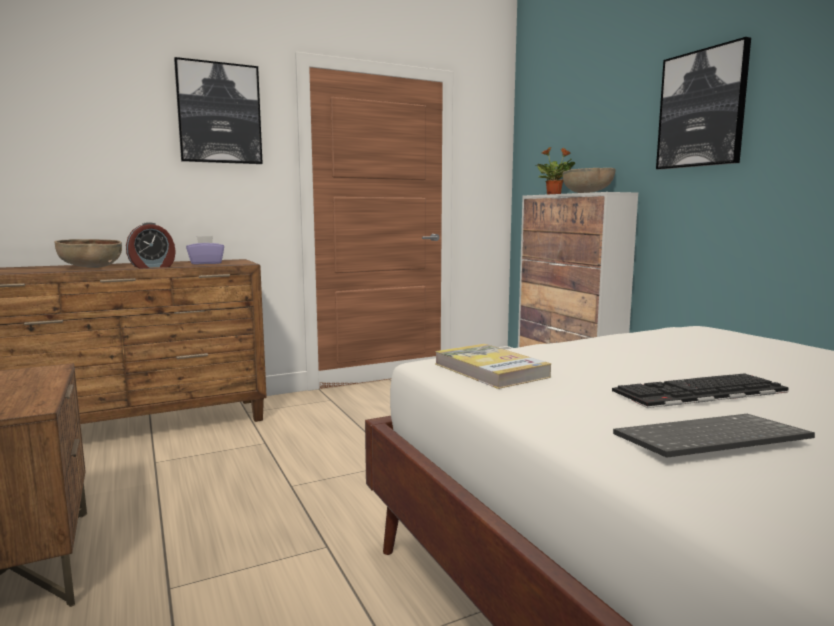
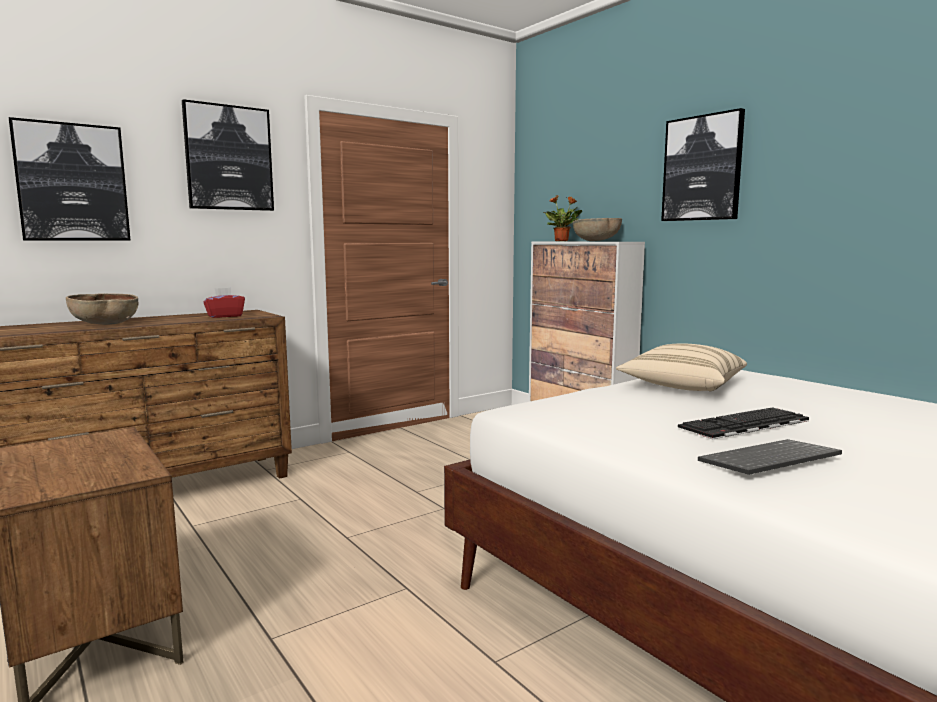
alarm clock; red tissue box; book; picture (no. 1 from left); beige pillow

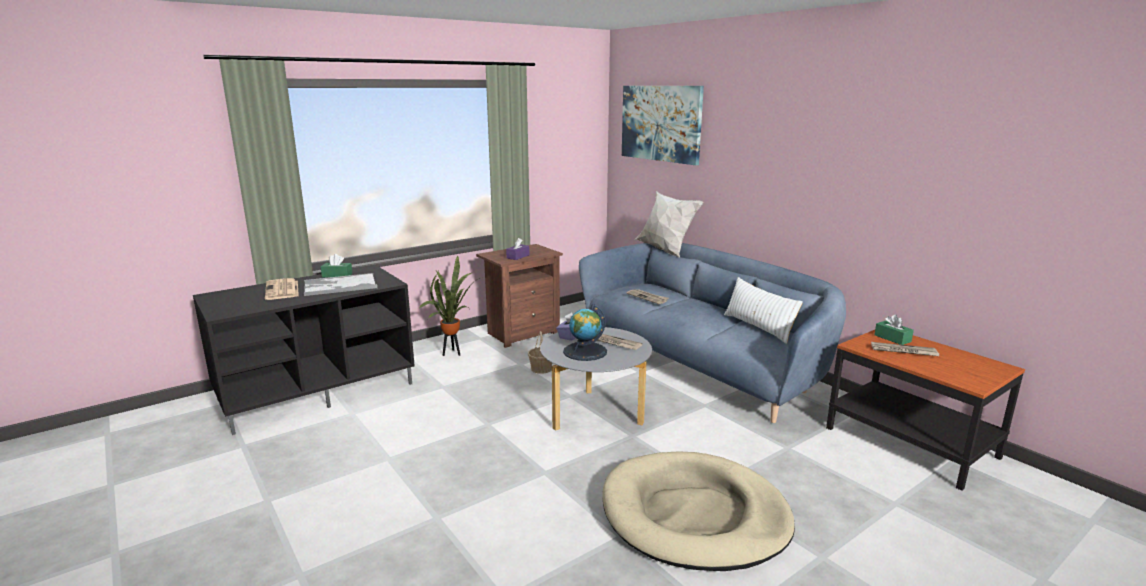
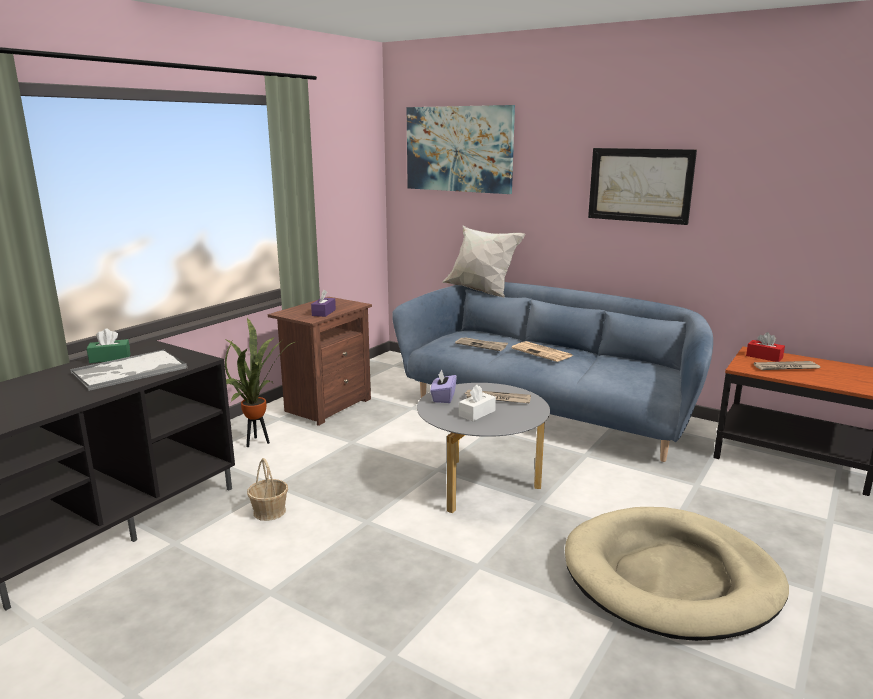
white pillow (no. 2 from left in the first image); newspaper (no. 3 from left); white tissue box; red tissue box; basket; picture (no. 2 from left)

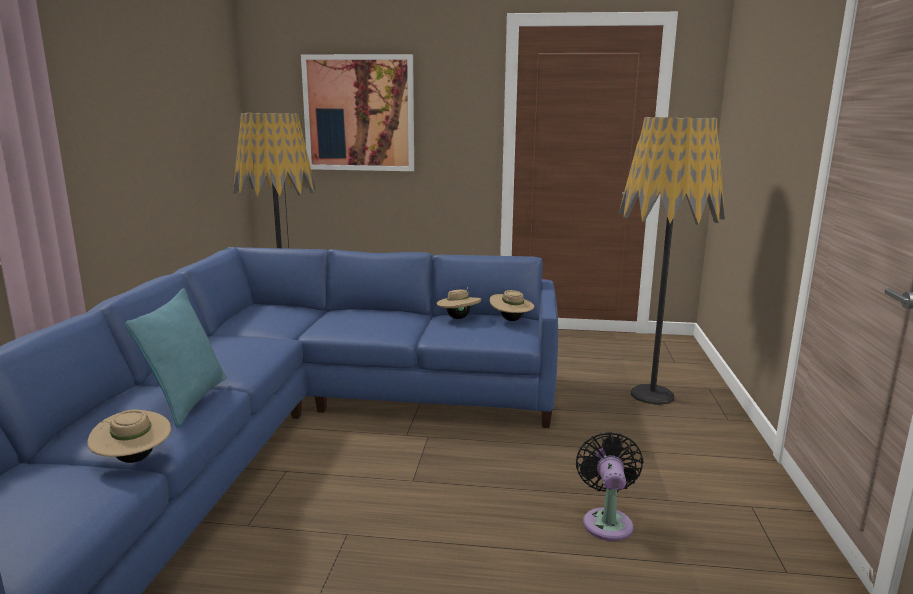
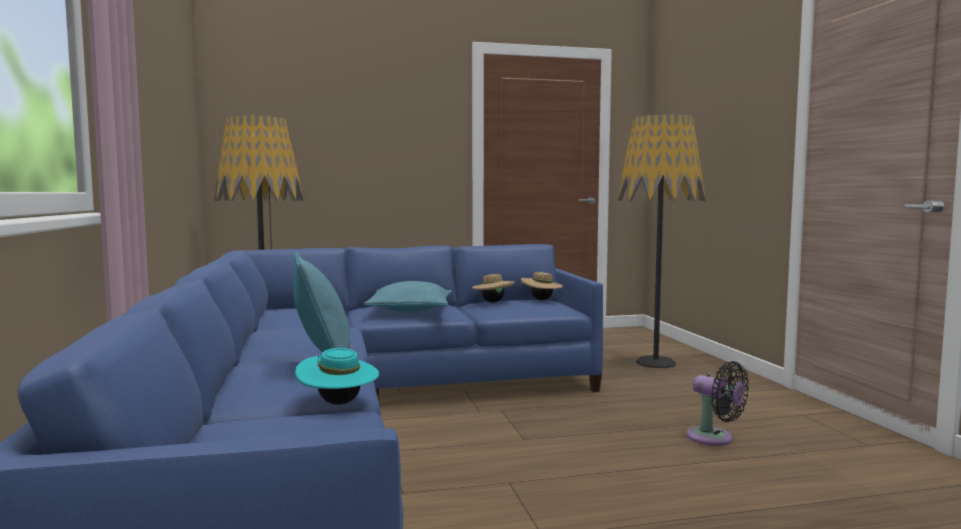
picture; turquoise hat; black fan; turquoise pillow (no. 2 from left)

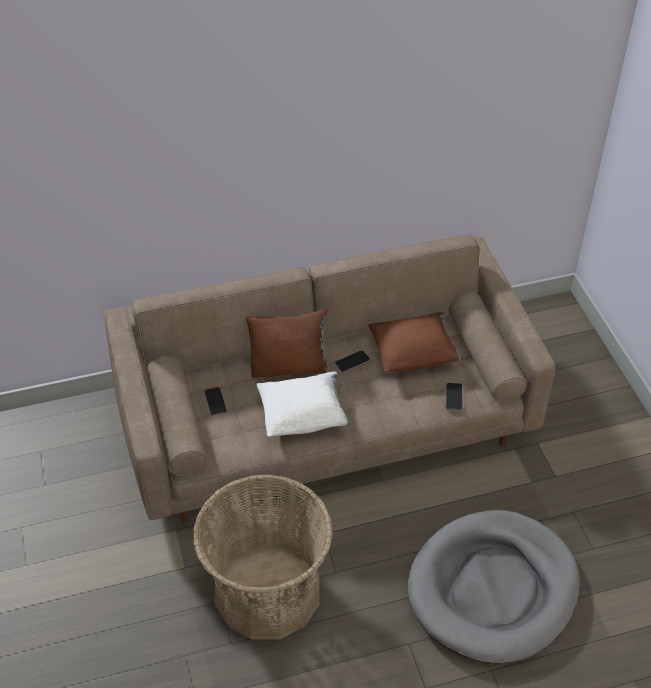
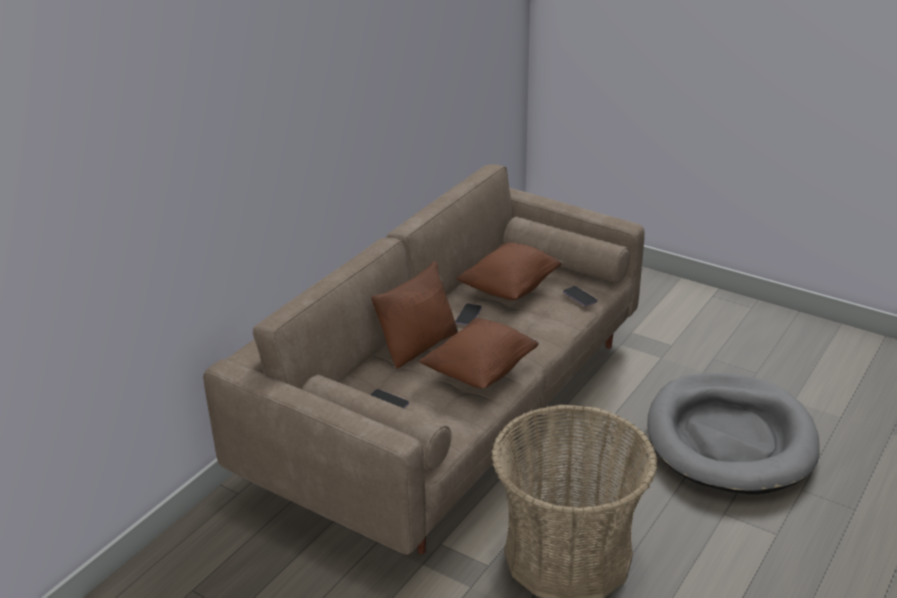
brown pillow (no. 2 from left)

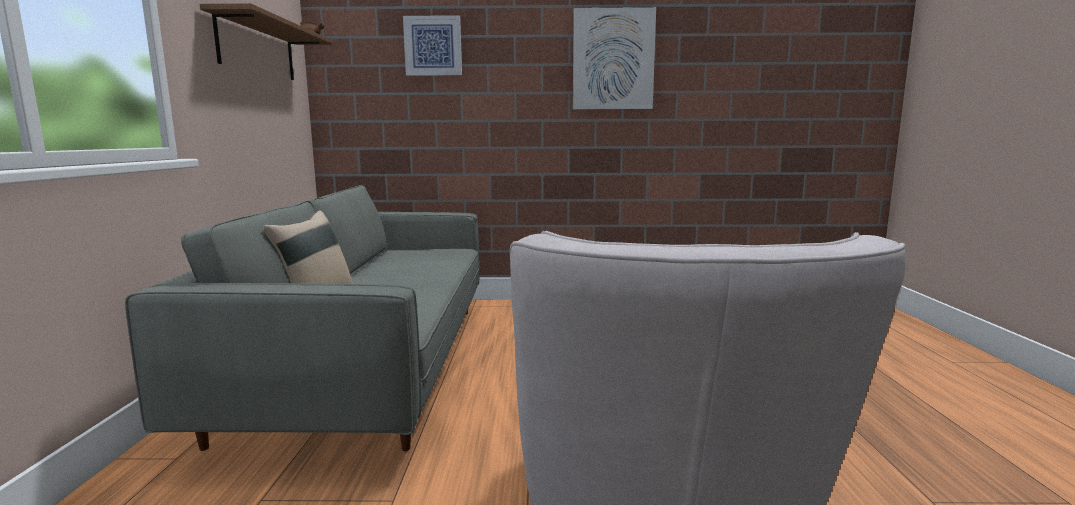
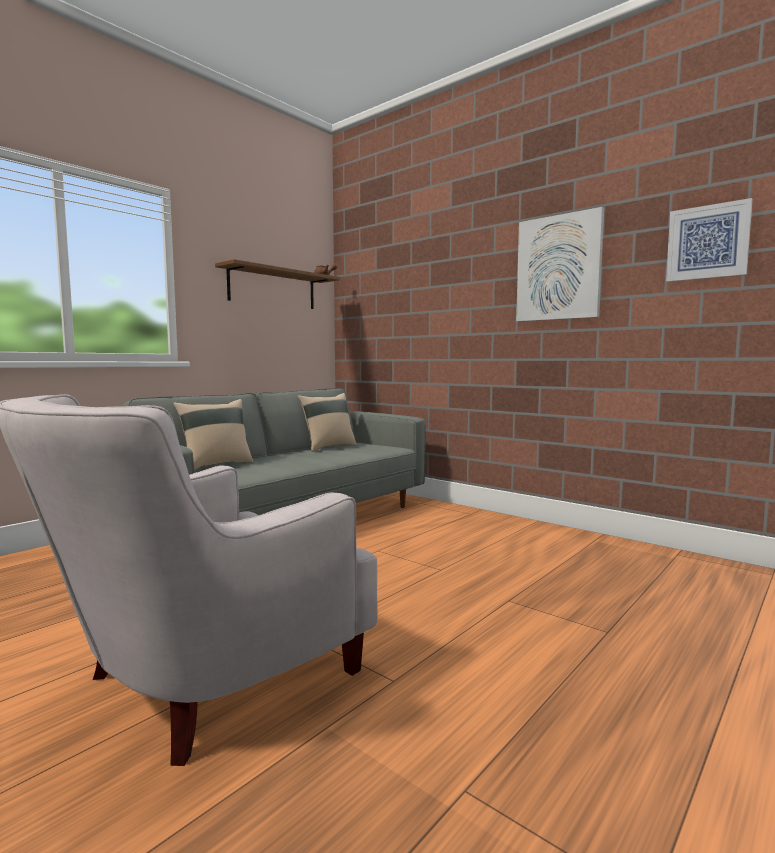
picture (no. 2 from left); beige pillow (no. 2 from left)

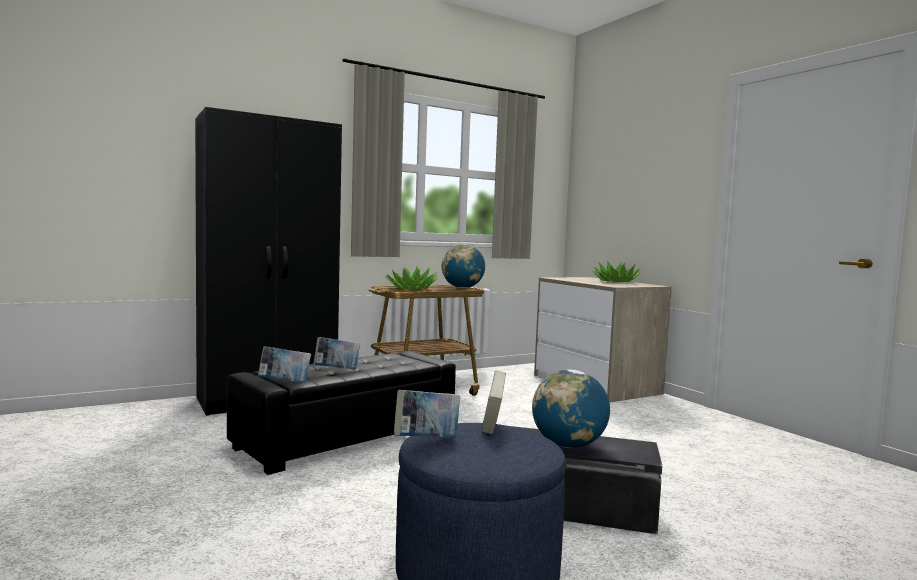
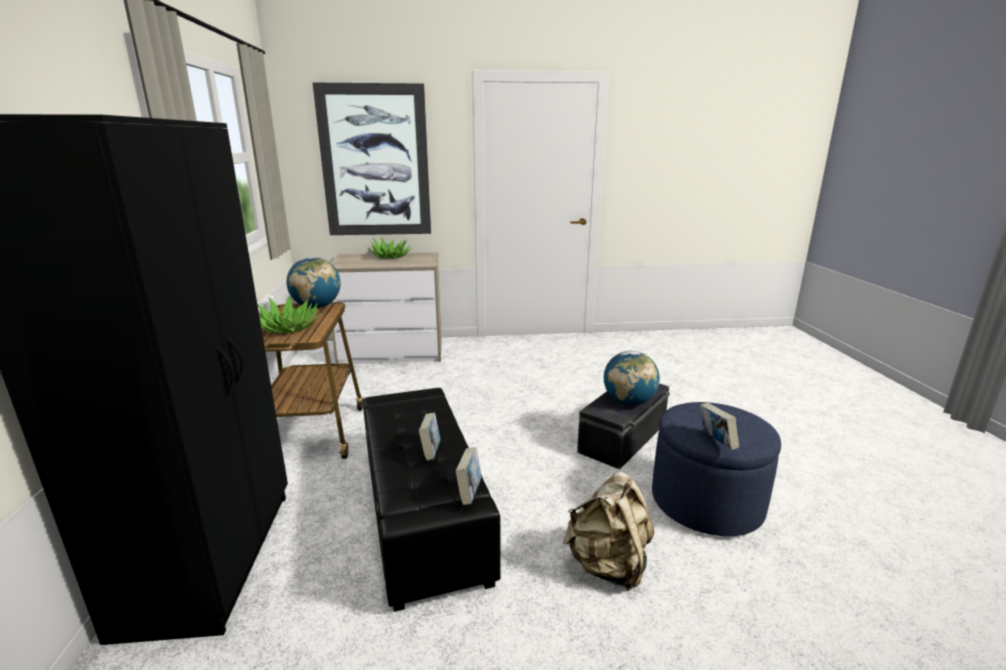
book (no. 4 from left in the first image); picture; beige backpack

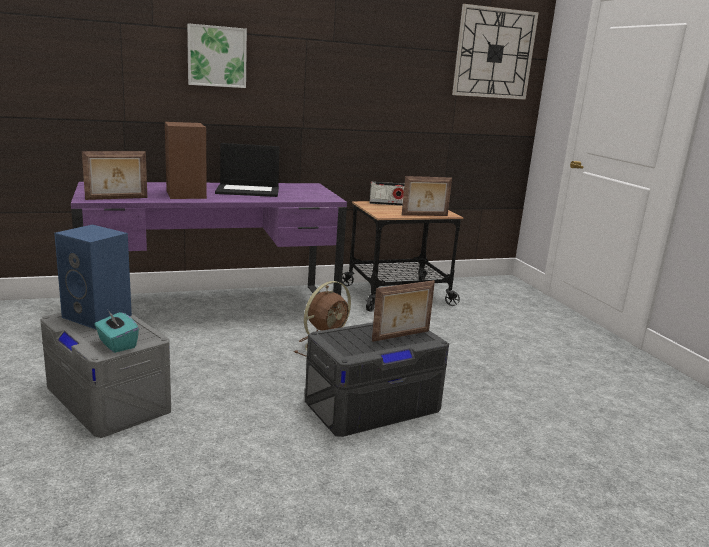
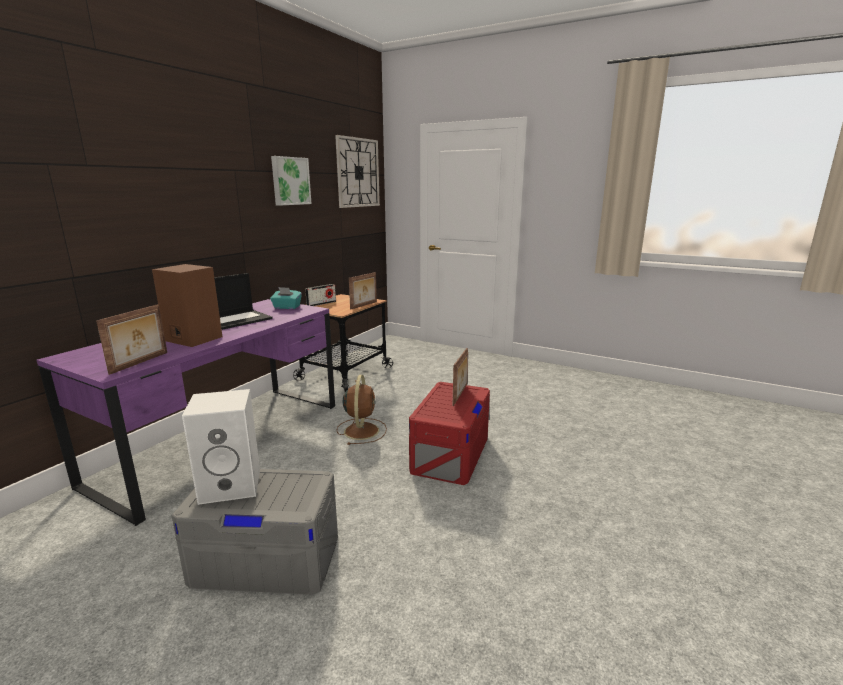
picture; white speaker; turquoise tissue box; red storage box

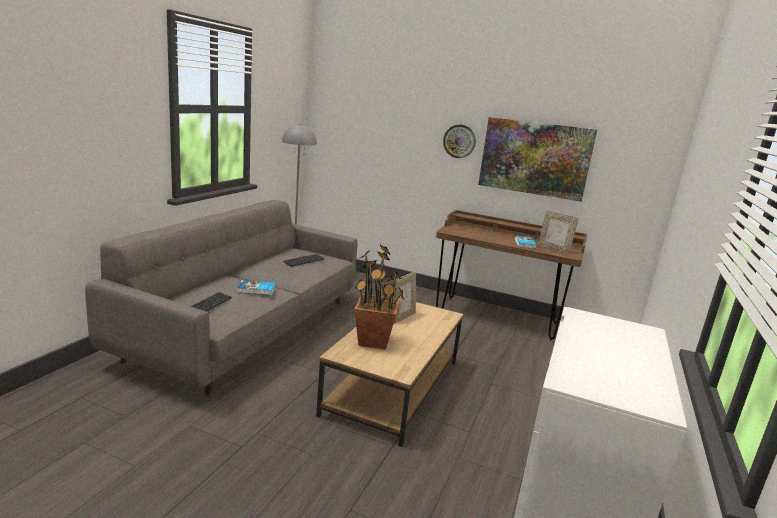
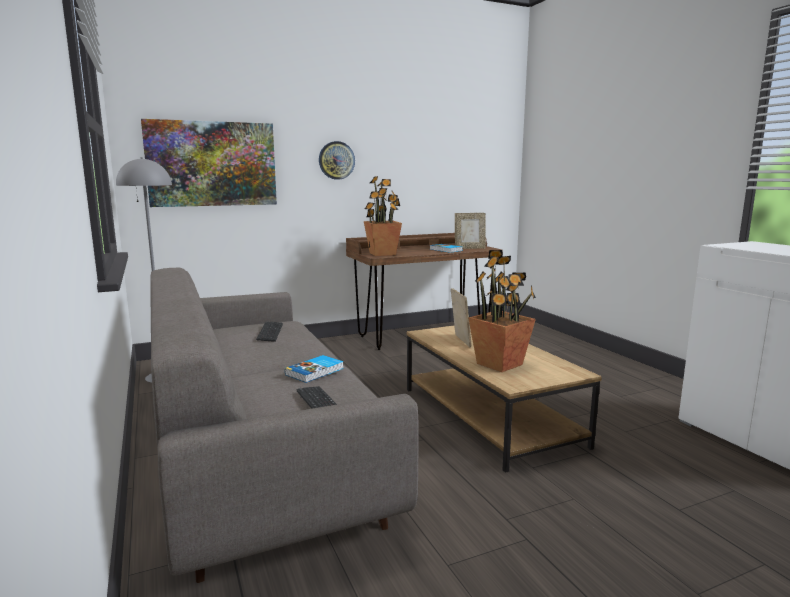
picture; potted plant (no. 1 from left)

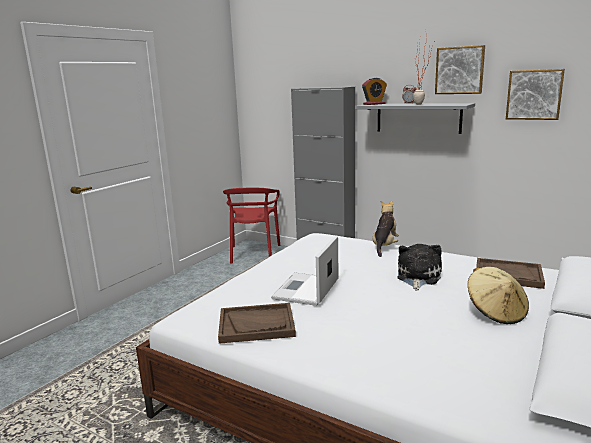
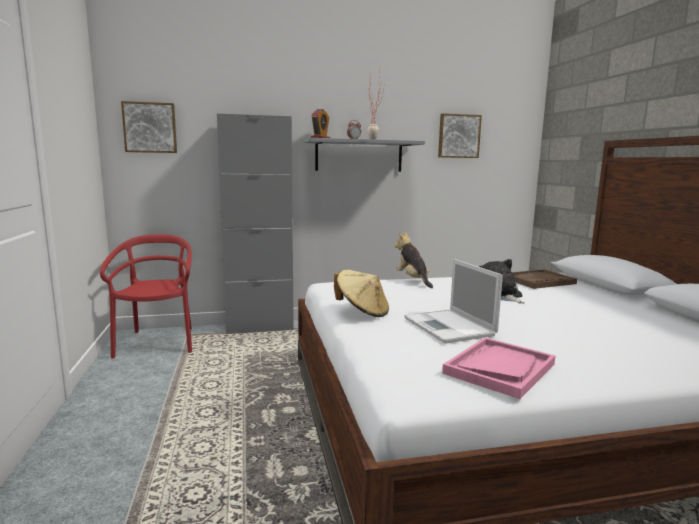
picture (no. 1 from left); red chair; beige hat; pink tray

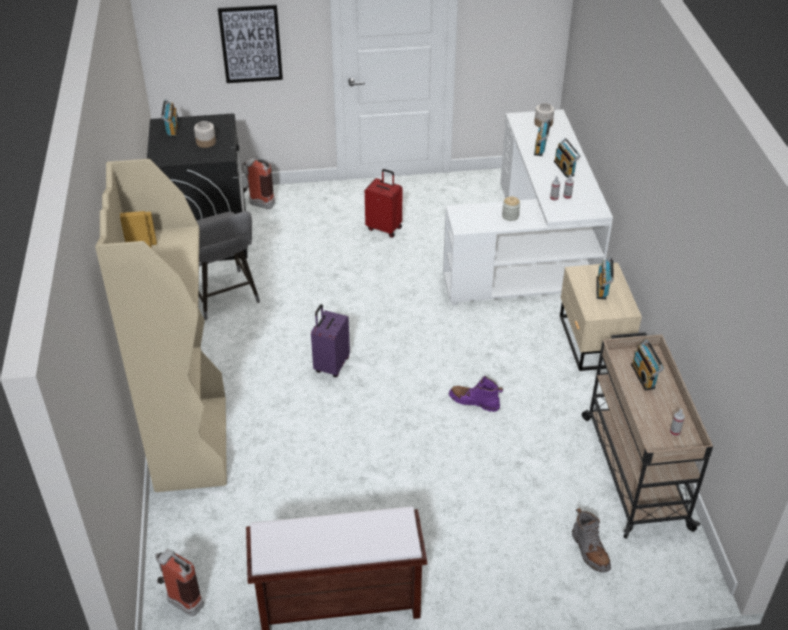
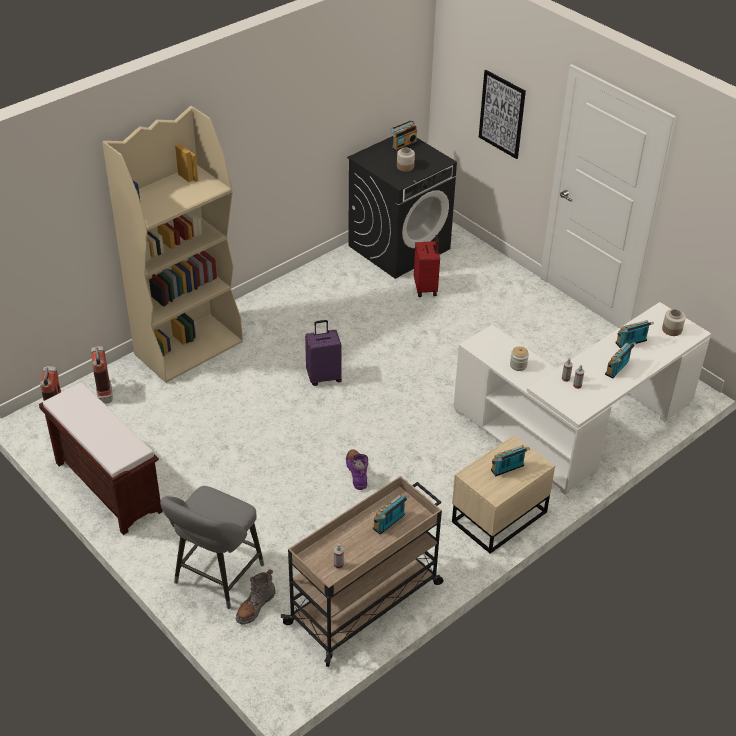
fire extinguisher (no. 2 from left); red suitcase; grey stool

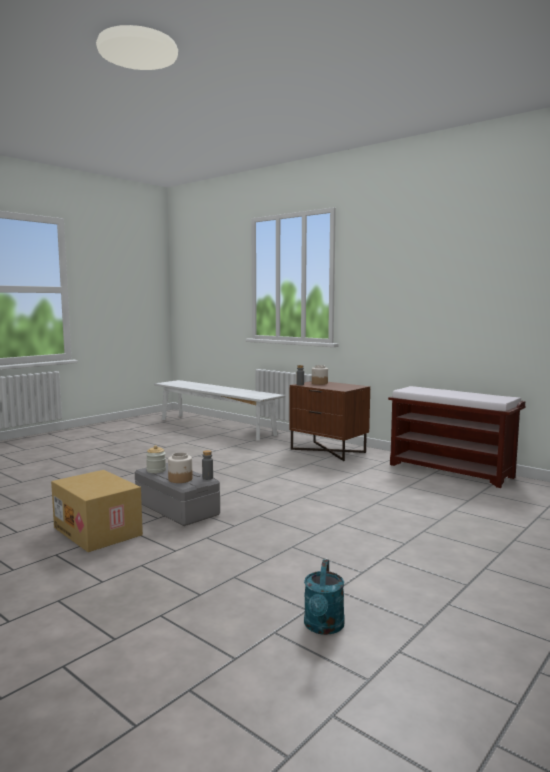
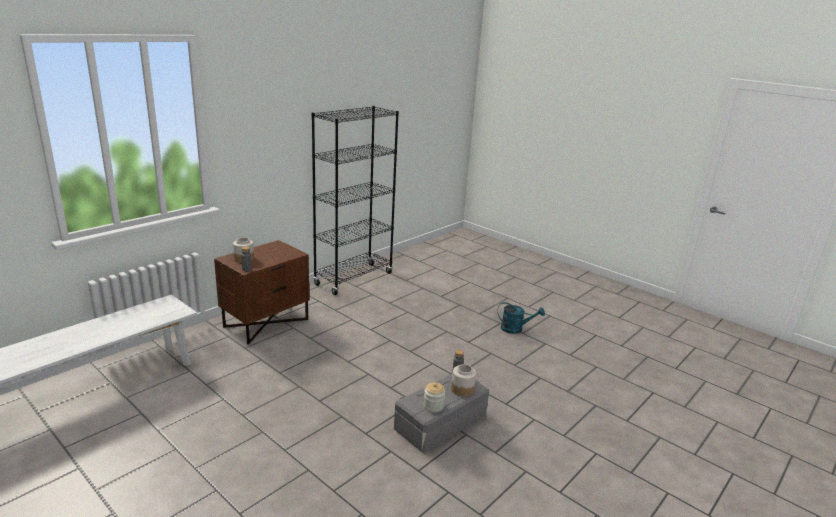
black bookcase; cardboard box; turquoise watering can

